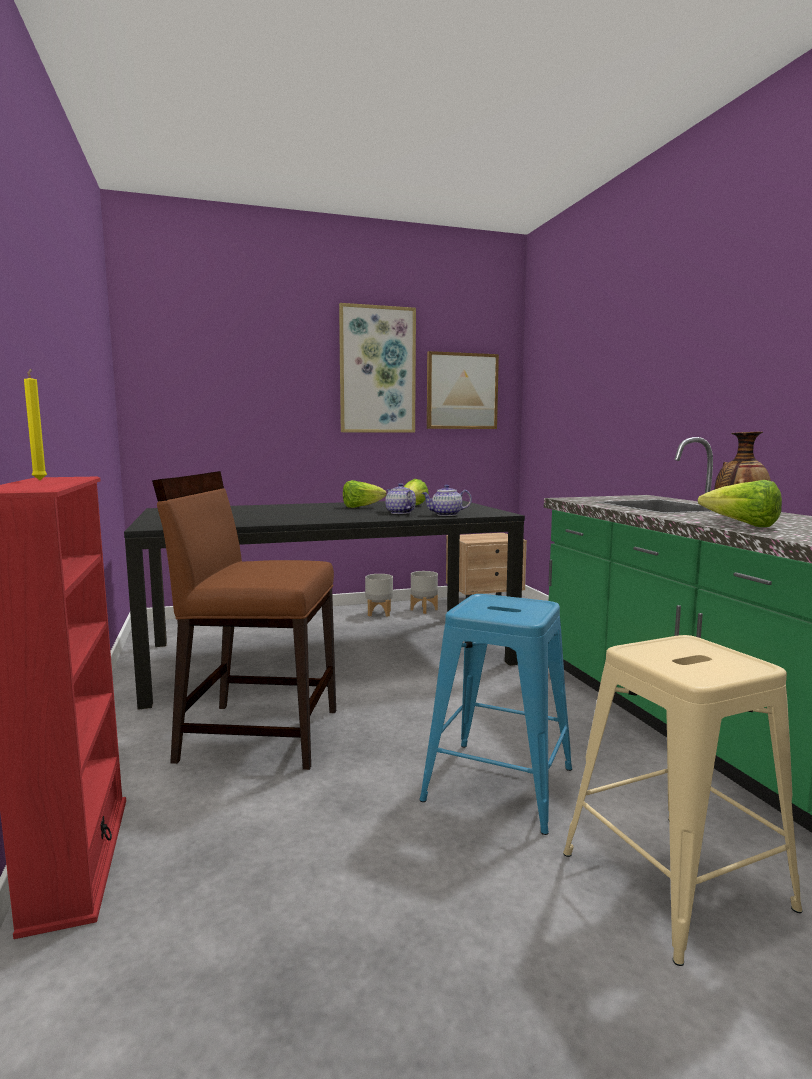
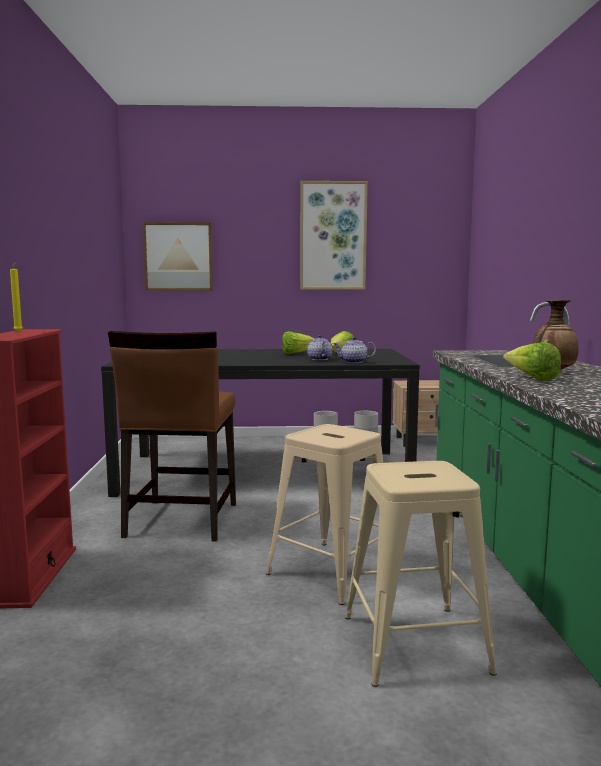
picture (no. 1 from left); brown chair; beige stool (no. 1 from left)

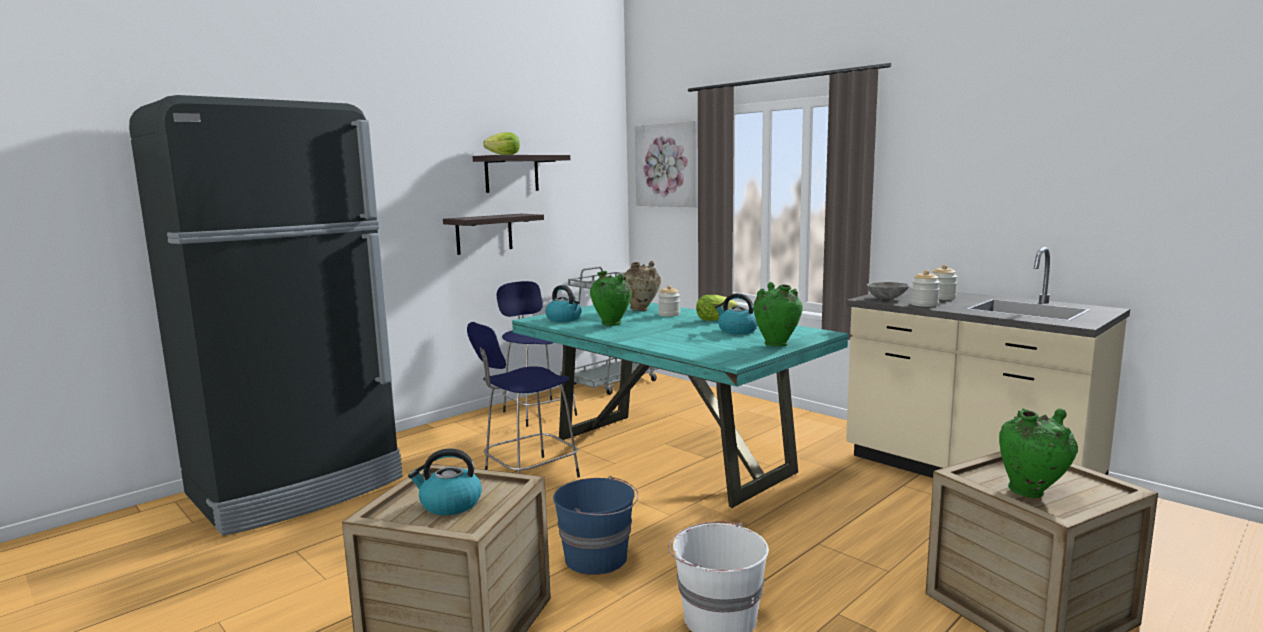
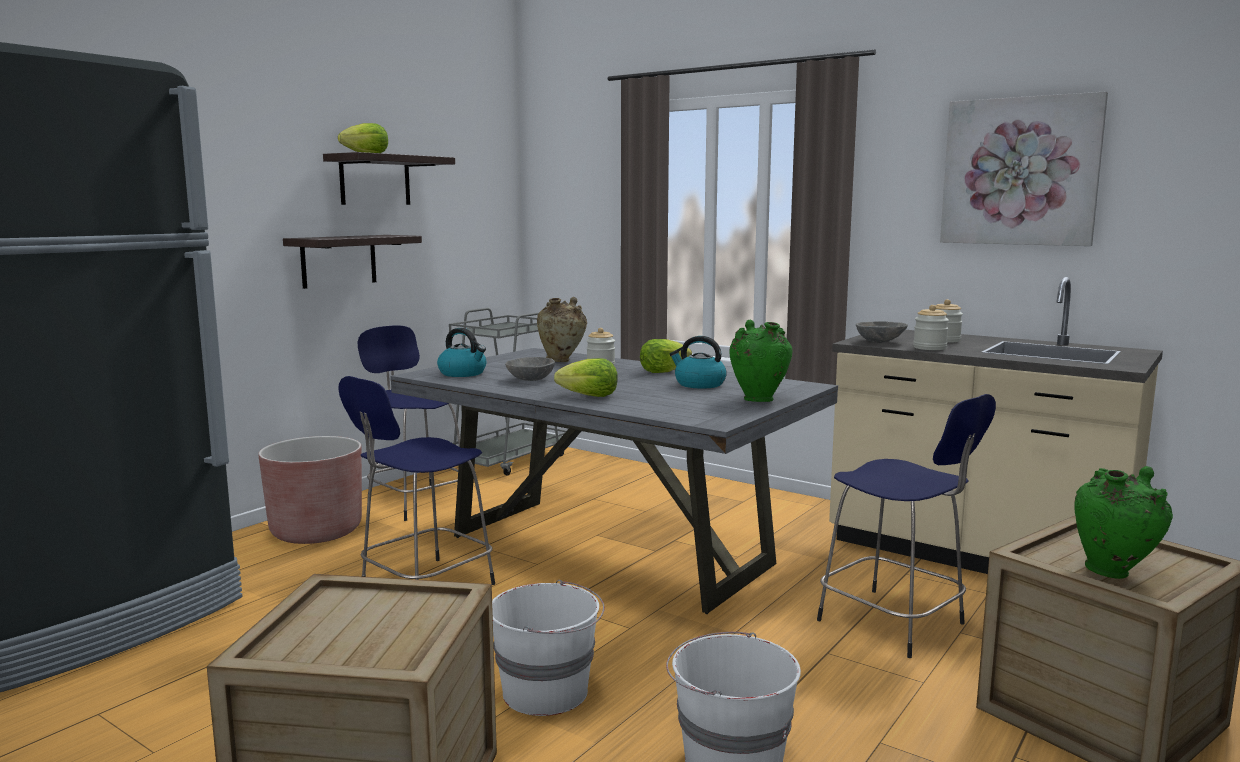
picture; grey bowl (no. 1 from left); grey dining table; kettle (no. 1 from left in the first image); white bucket (no. 1 from left); lettuce (no. 2 from left); blue stool (no. 3 from left); brown planter

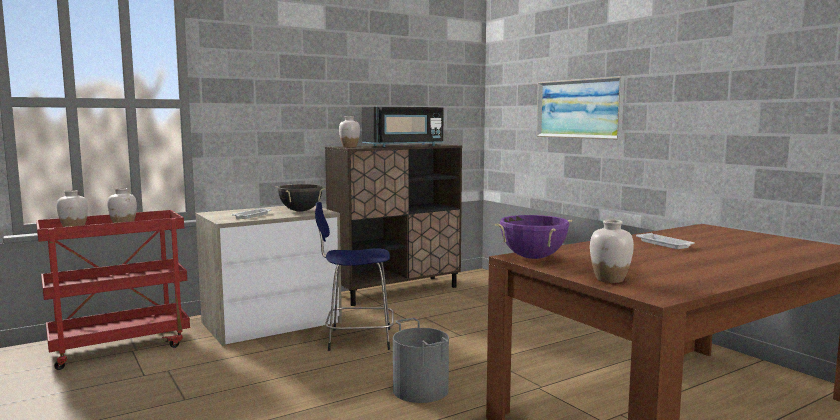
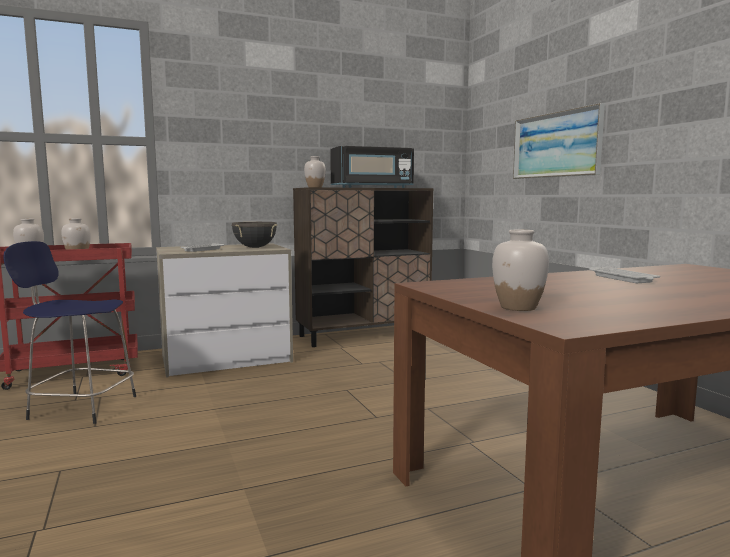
blue stool; purple cooking pot; grey bucket

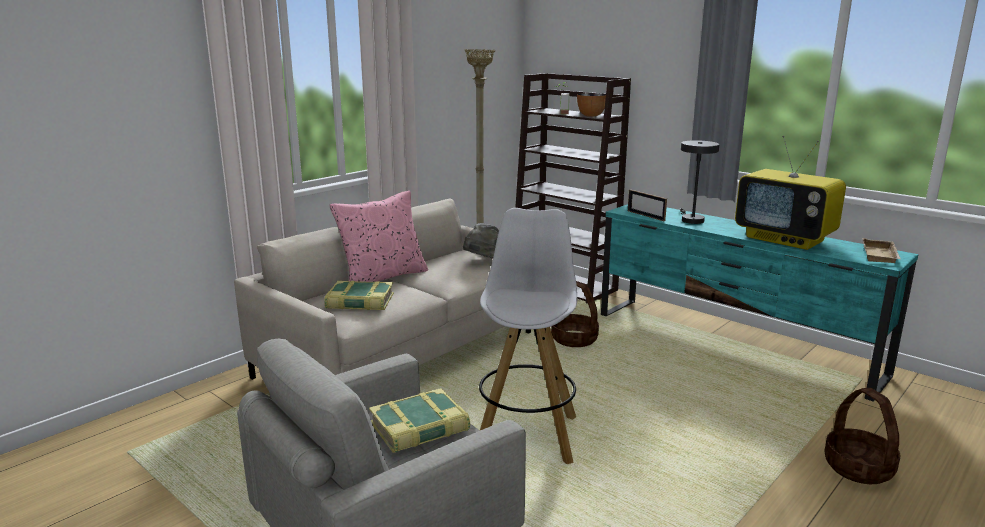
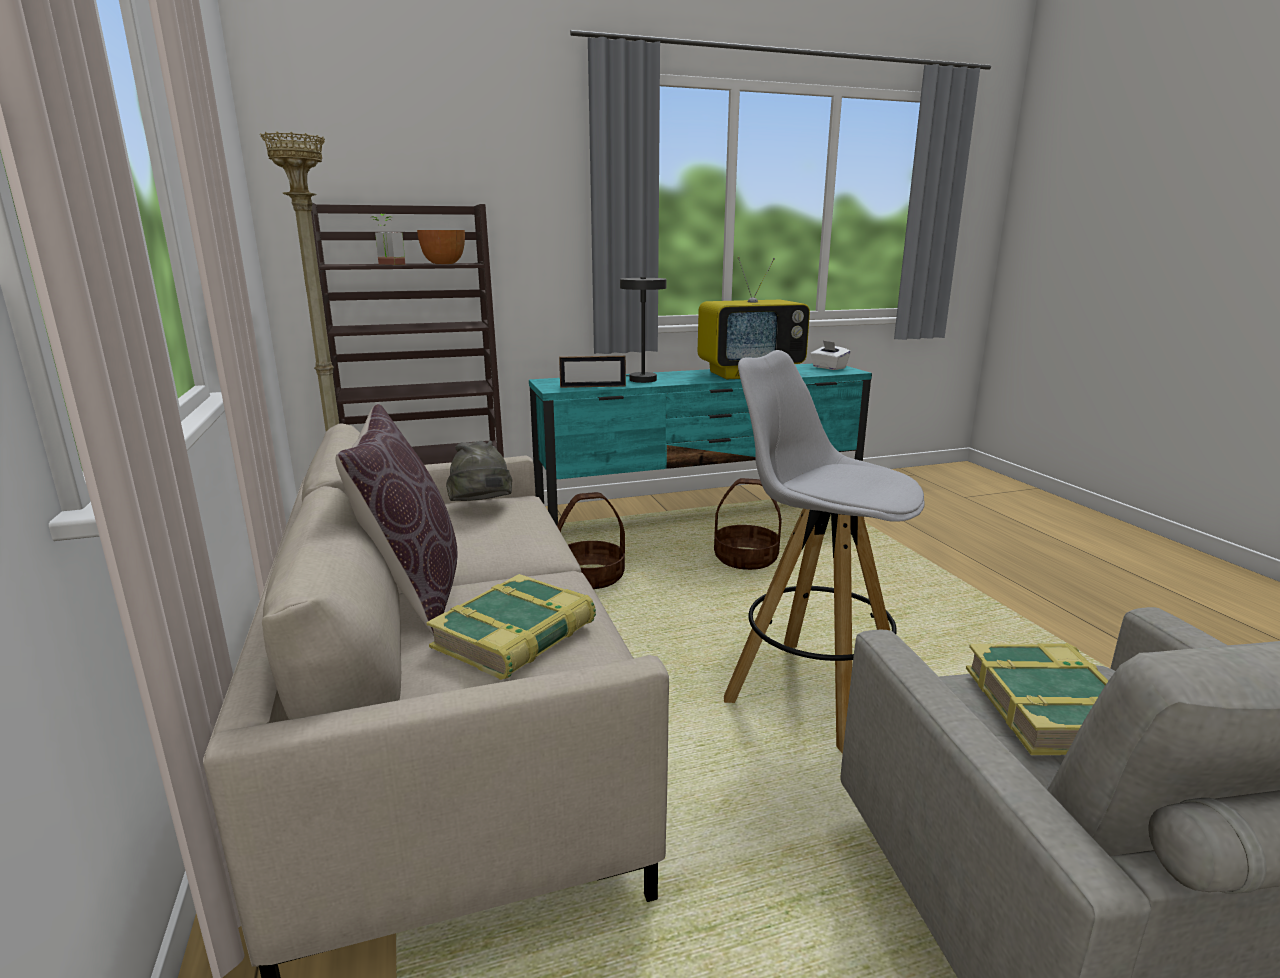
brown pillow; white tissue box; basket (no. 2 from left)

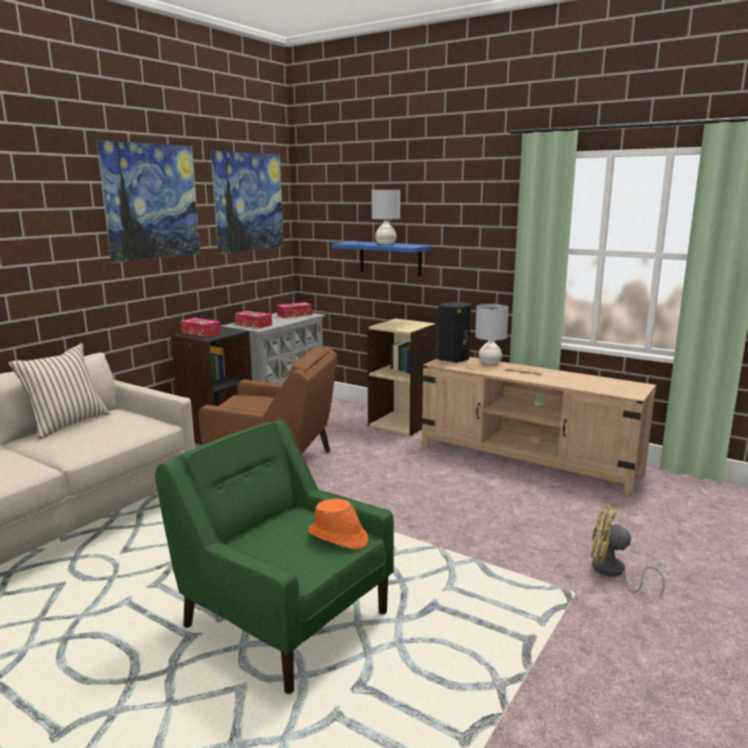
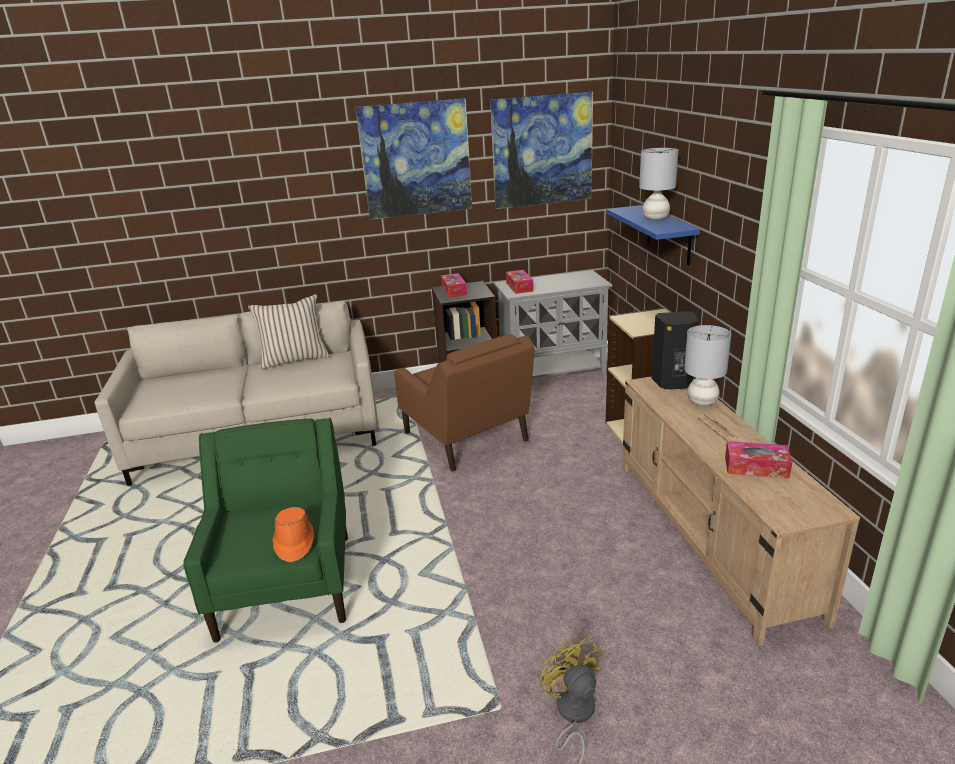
tissue box (no. 3 from left)

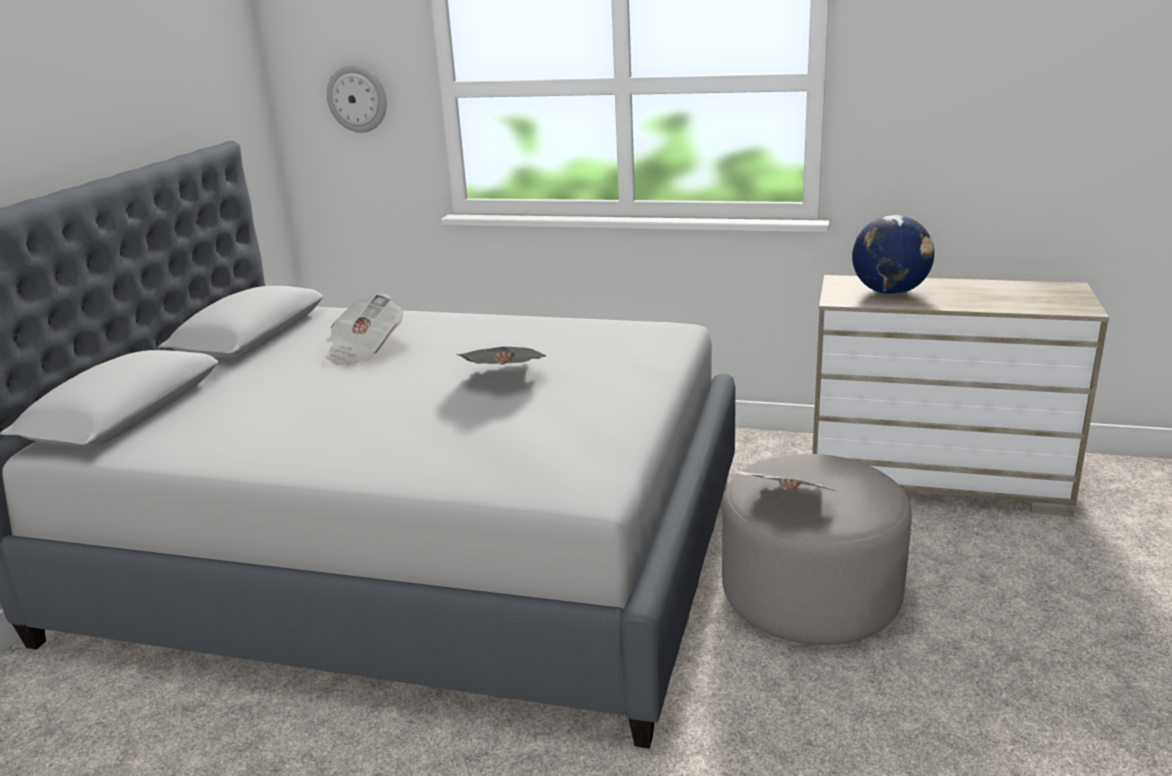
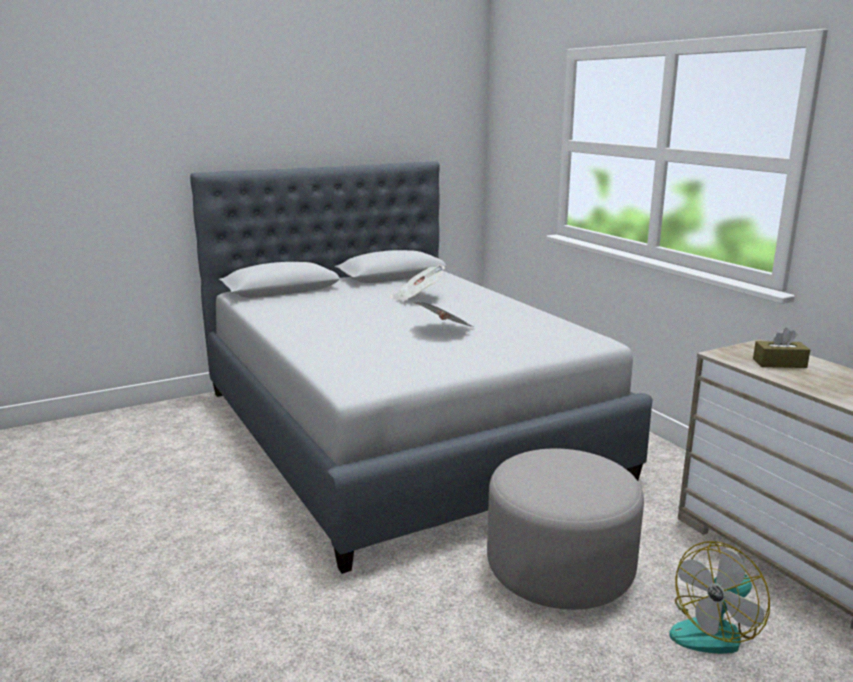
wall clock; brown tissue box; newspaper (no. 3 from left in the first image); fan

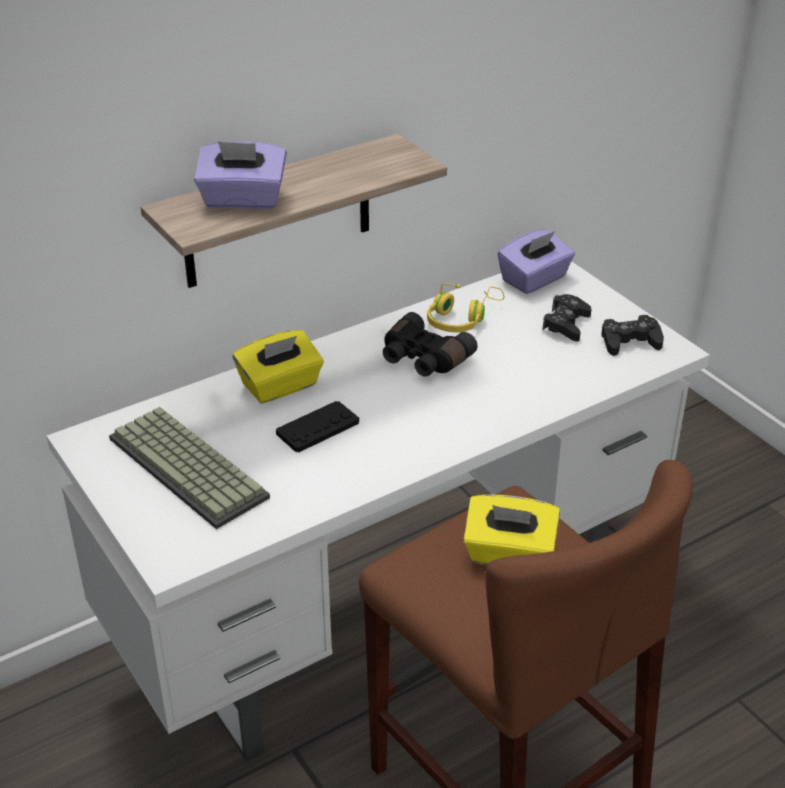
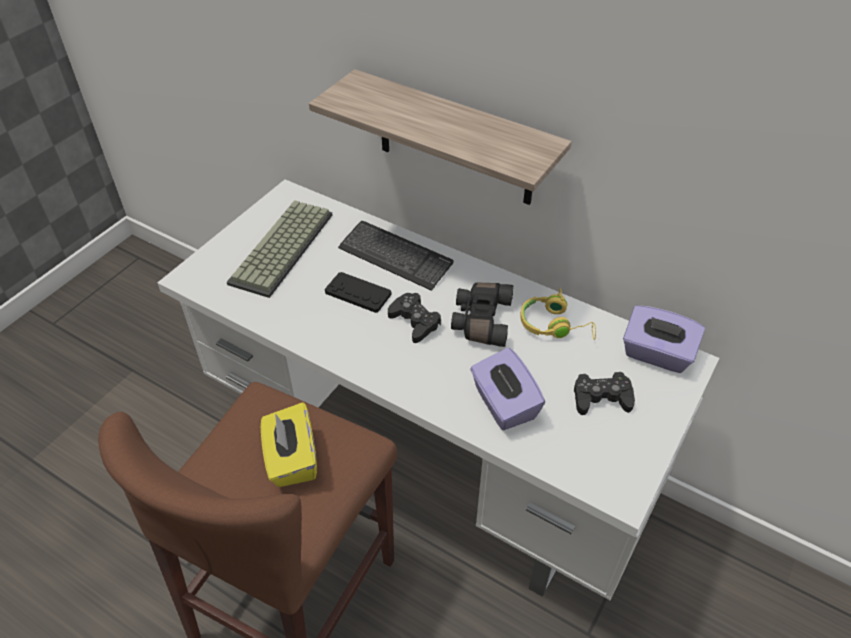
purple tissue box (no. 1 from left); black game controller (no. 2 from left); keyboard (no. 2 from left)

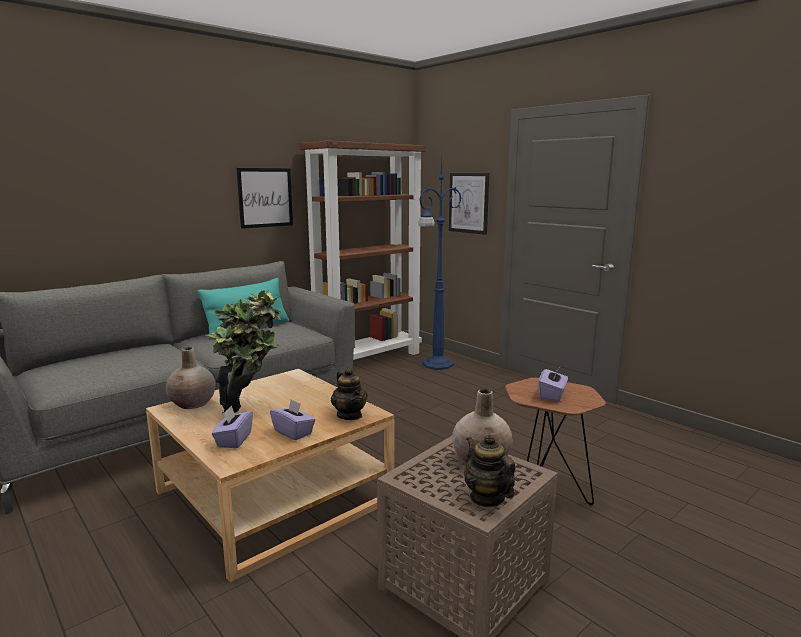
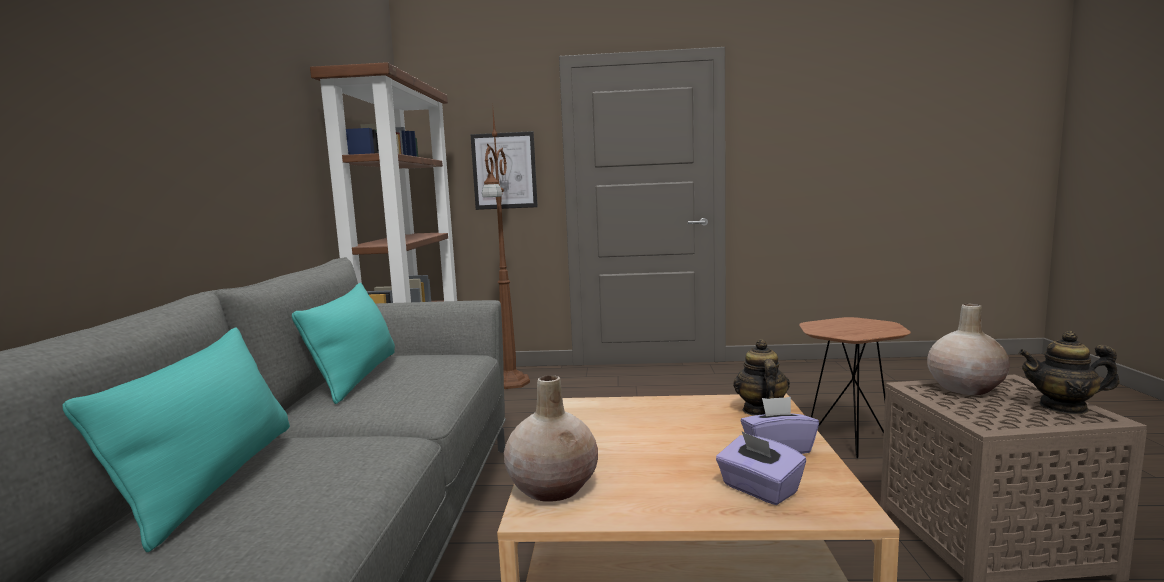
brown floor lamp; picture (no. 1 from left in the first image); potted plant; purple tissue box (no. 3 from left in the first image); teapot (no. 1 from left); turquoise pillow (no. 1 from left)

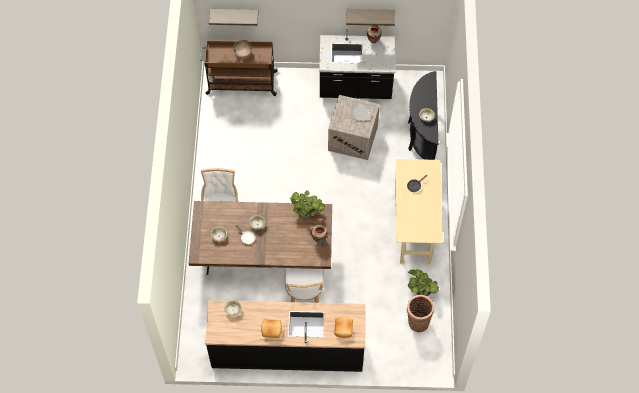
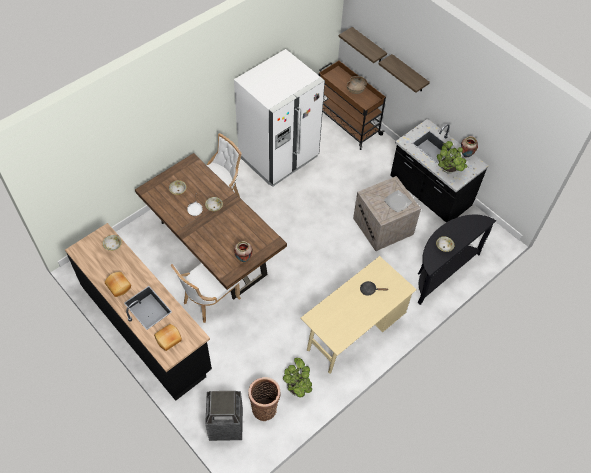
shelf (no. 2 from left); potted plant (no. 2 from left); white fridge; trash can

